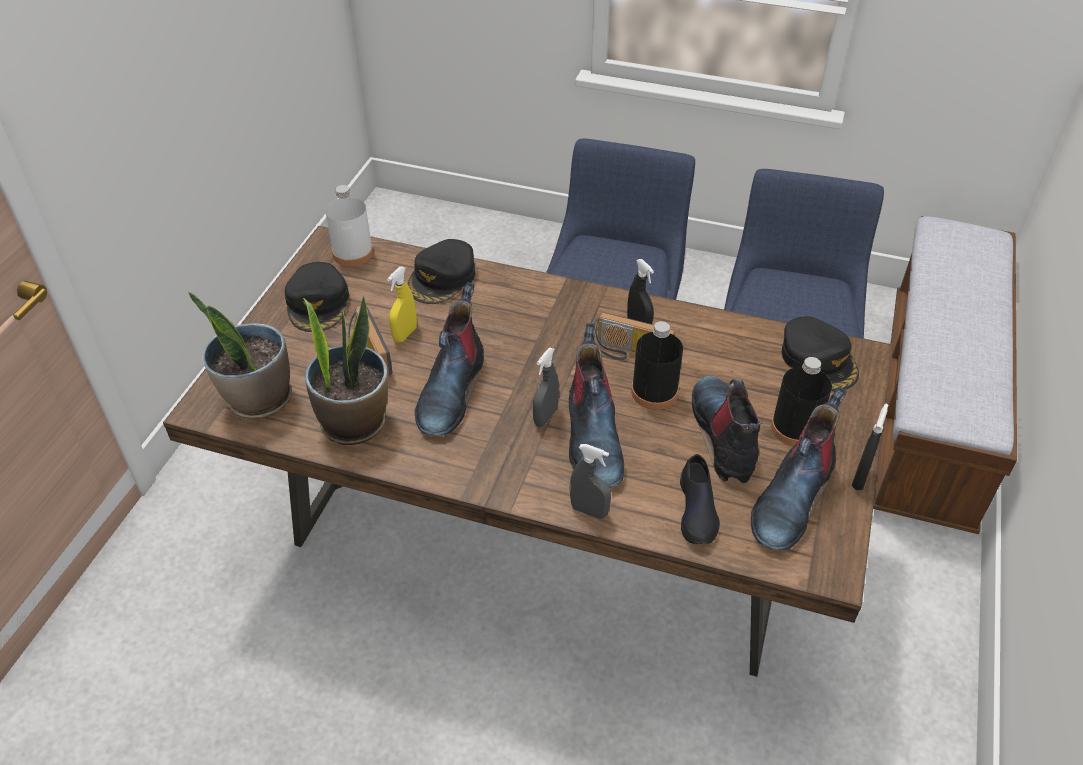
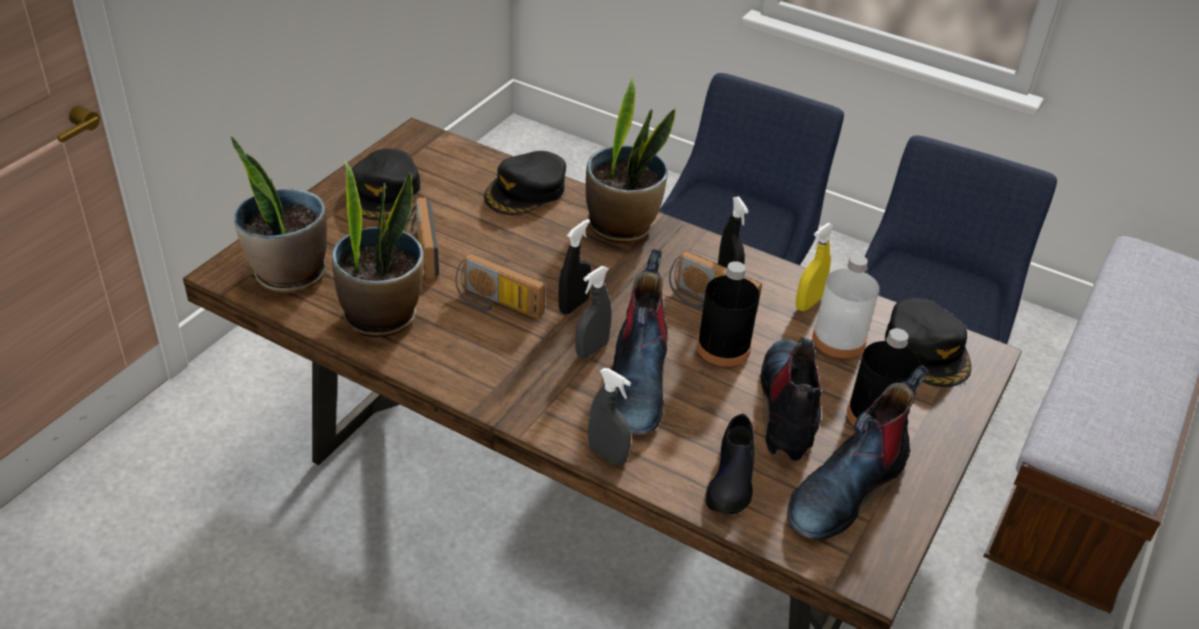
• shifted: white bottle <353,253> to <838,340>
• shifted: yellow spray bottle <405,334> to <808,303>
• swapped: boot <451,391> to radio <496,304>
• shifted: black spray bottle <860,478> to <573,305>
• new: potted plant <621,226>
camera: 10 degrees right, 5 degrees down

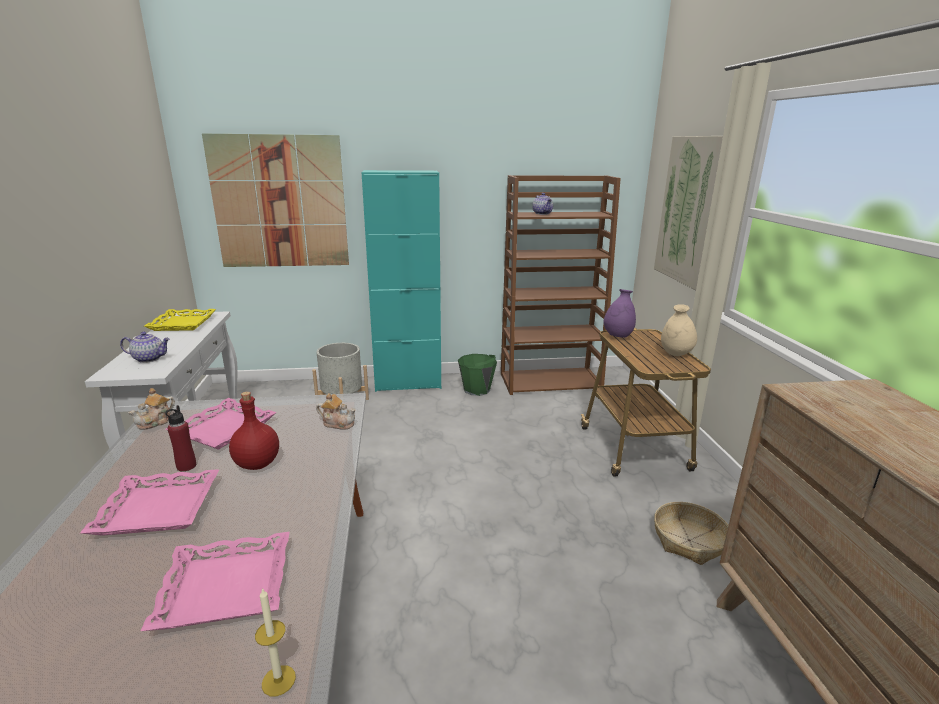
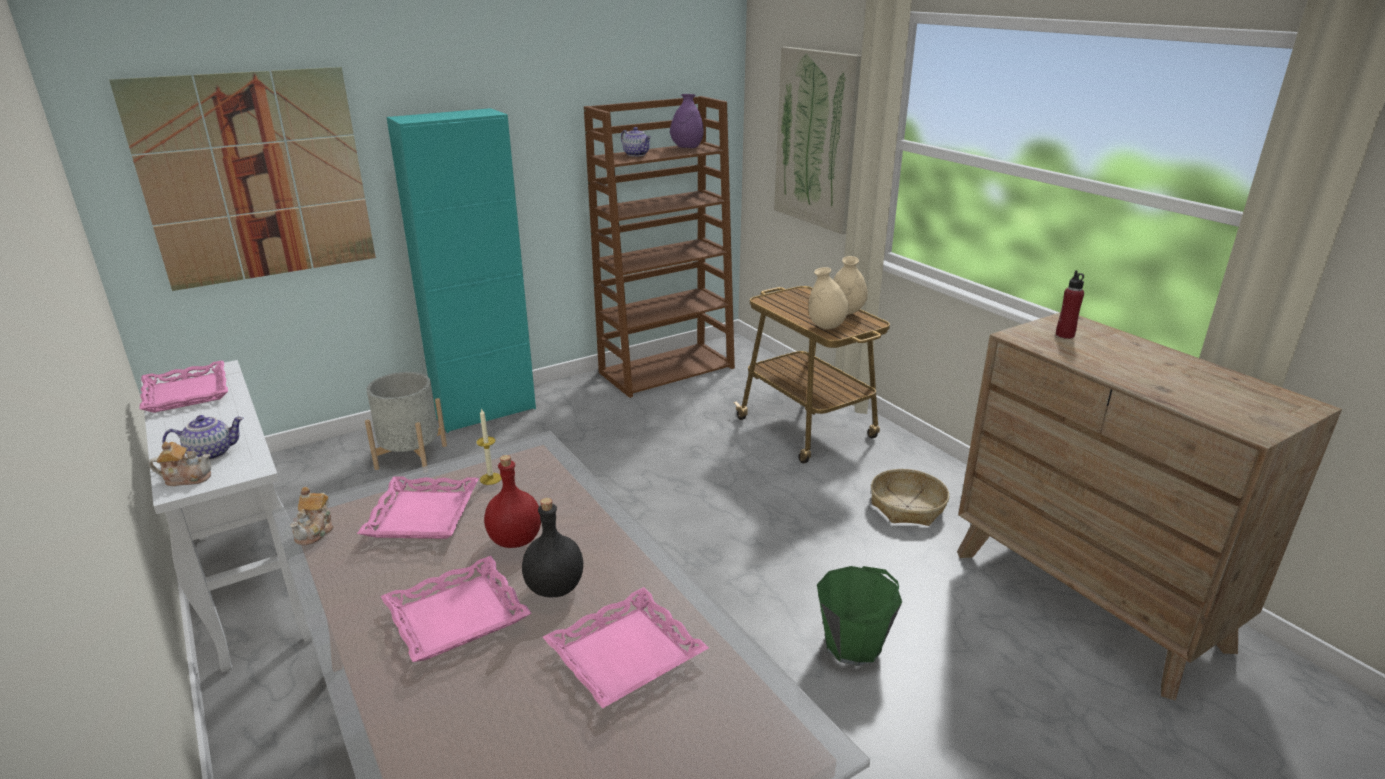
• repainted: yellow tray <183,324> to pink tray <187,393>
• shifted: red bottle <186,466> to <1065,335>
• shifted: candle <278,680> to <490,479>
• shifted: teapot <338,423> to <187,478>
• shifted: green bucket <476,390> to <853,645>
• shifted: purple vase <618,336> to <687,148>
• new: black bottle <553,587>
• new: beige vase <826,327>
camera: 25 degrees left, 5 degrees up

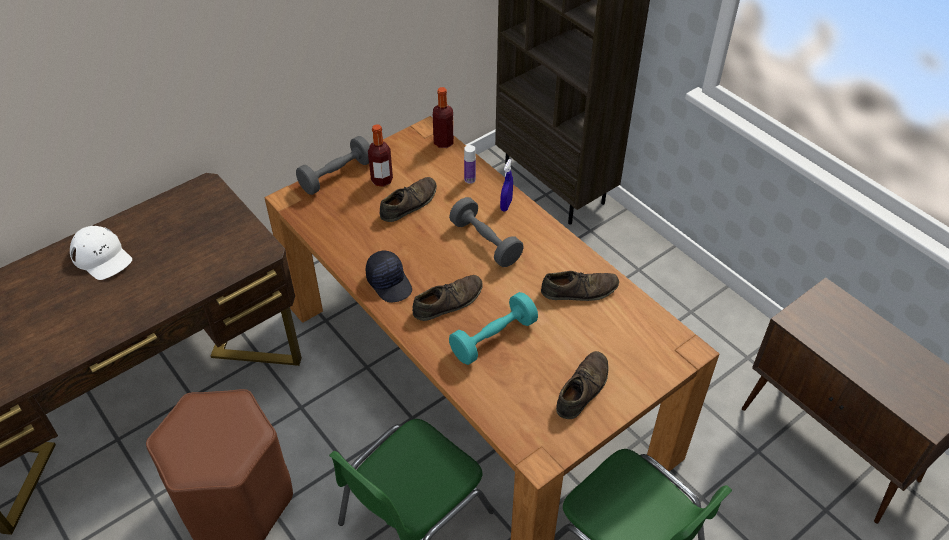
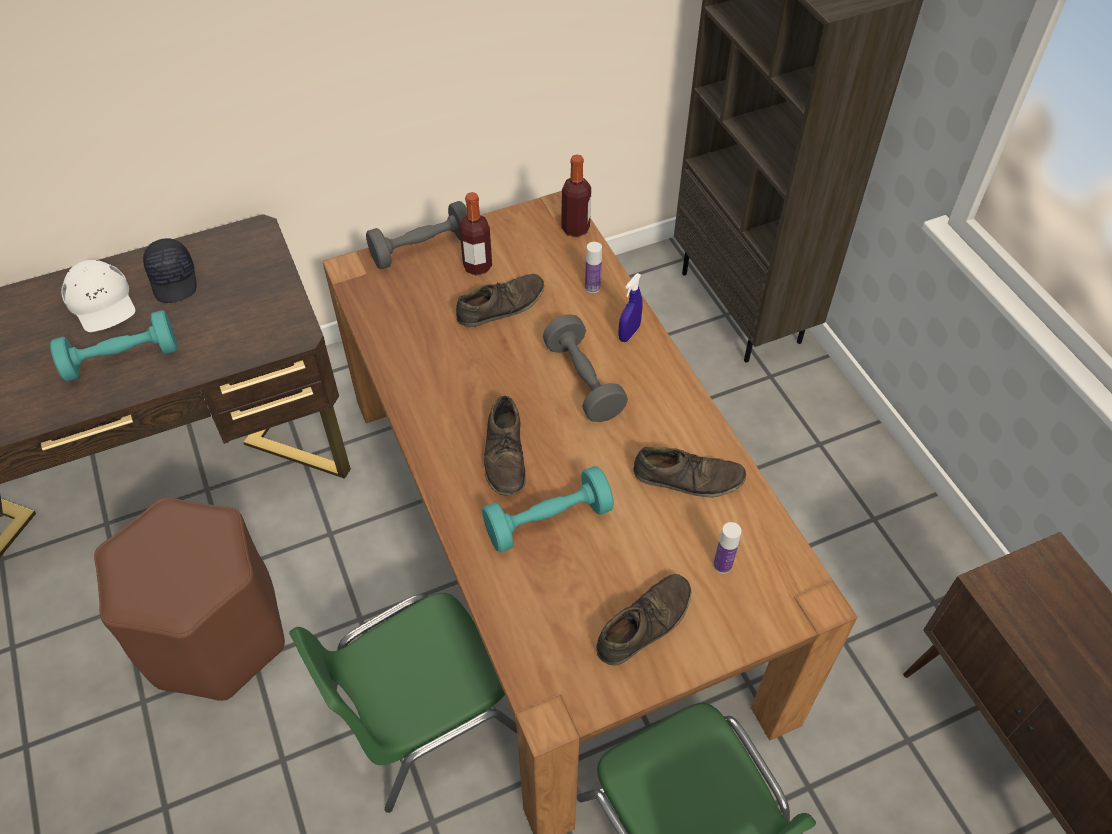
• shifted: black cap <390,282> to <174,279>
• rotated: brown shoe <448,302> = <505,455> 105 degrees clockwise
• new: turquoise dumbbell <122,359>
• new: bottle <722,565>
camera: 15 degrees right, 5 degrees up

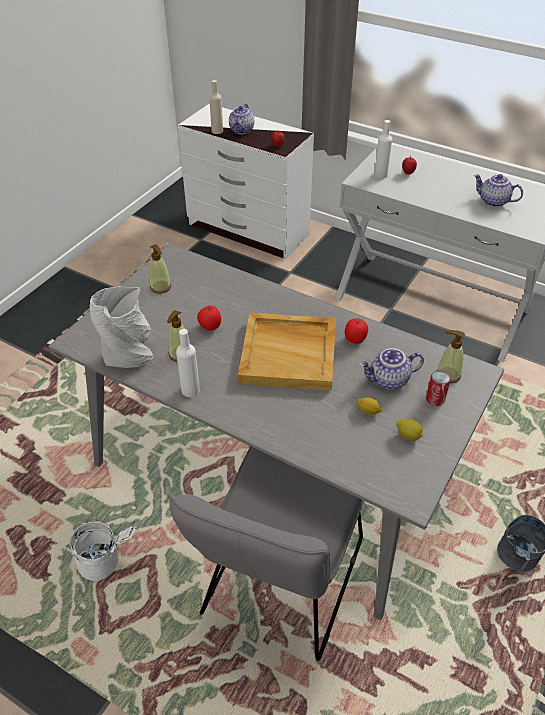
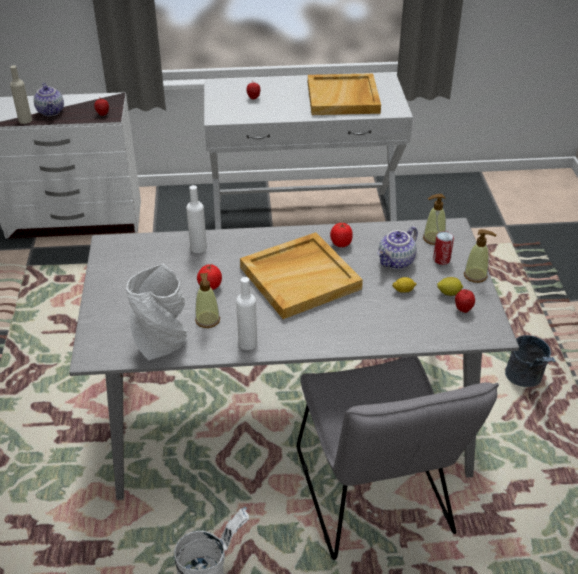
• shifted: soap dispenser <160,287> to <475,275>
• shifted: white bottle <380,175> to <198,248>
• swapped: teapot <493,202> to beige tray <343,98>
• new: apple <463,309>
camera: 35 degrees left, 5 degrees down

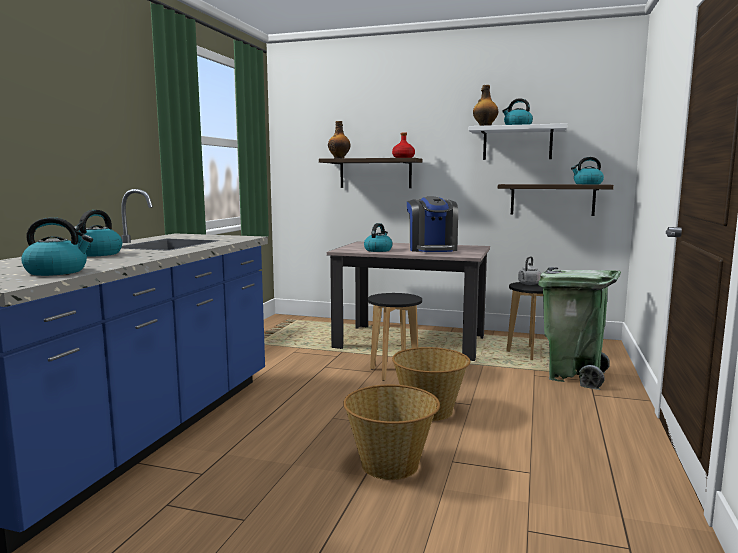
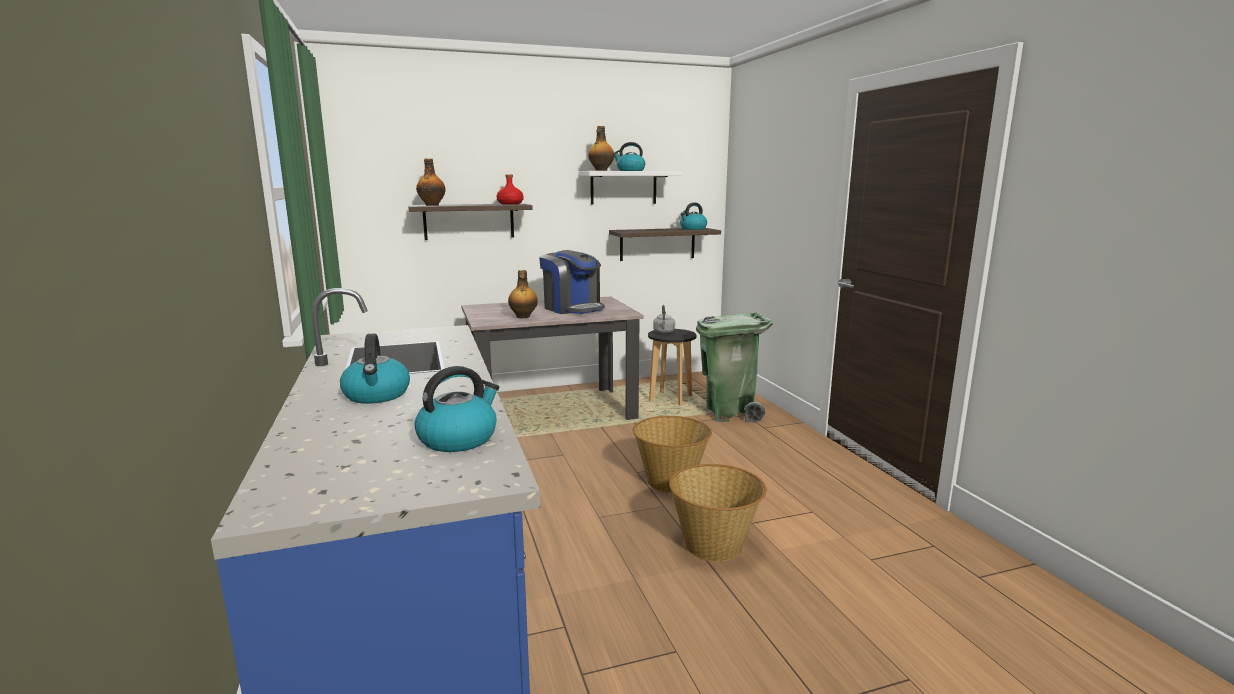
• swapped: kettle <378,250> to bottle <523,317>
• gone: black stool <394,373>
camera: 35 degrees left, 5 degrees up

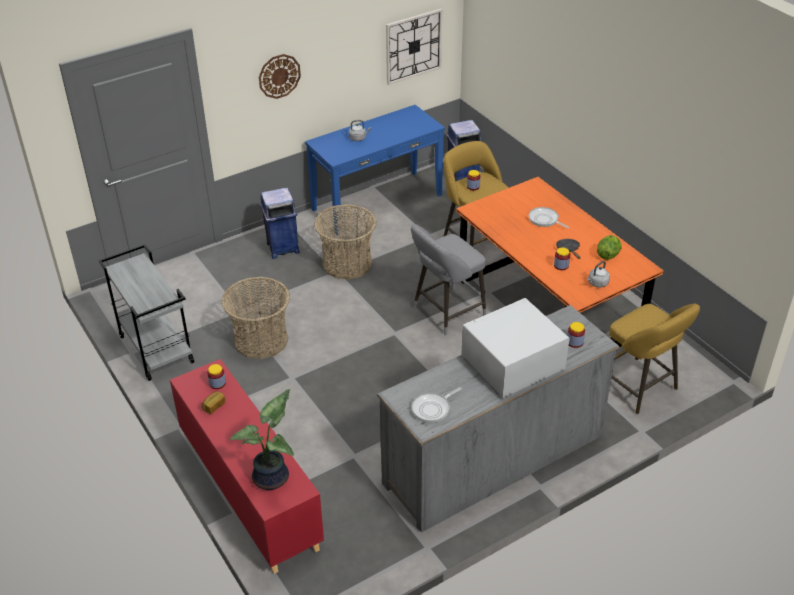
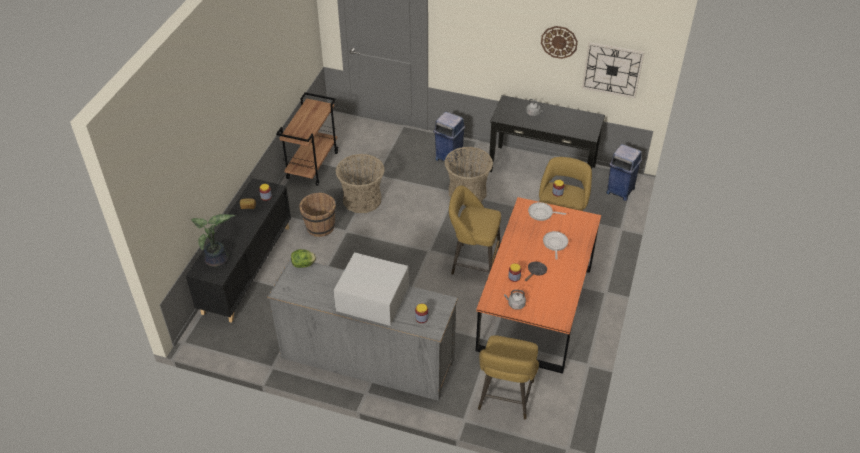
• repainted: grey cart <155,349> to brown cart <312,165>
• repainted: red cabinet <249,491> to black cabinet <247,268>
• shifted: wall clock <279,76> to <559,42>
• repainted: blue console table <376,202> to black console table <542,168>
• repainted: grey stool <446,313> to yellow stool <472,262>
• shifted: frying pan <433,409> to <542,213>
• shifted: lettuce <608,255> to <303,264>
• new: brown bucket <320,227>
camera: 50 degrees right, 5 degrees up

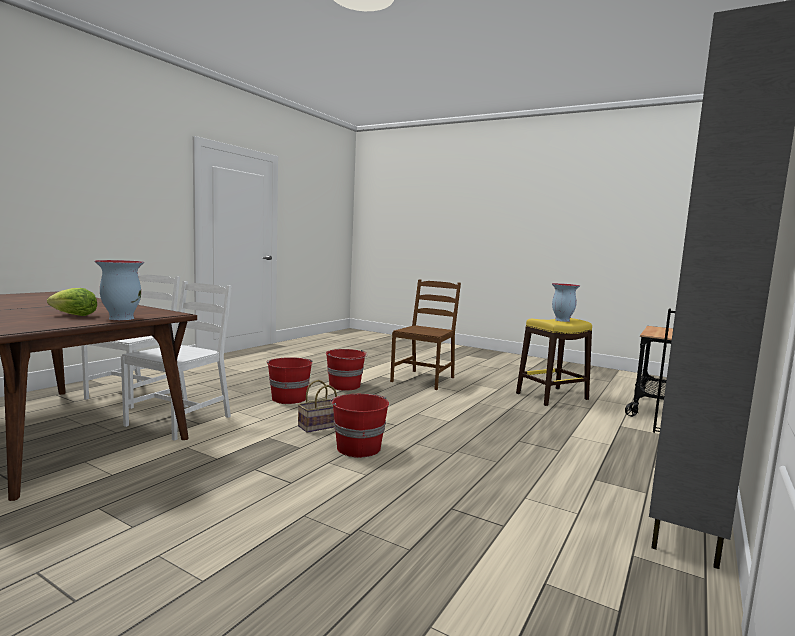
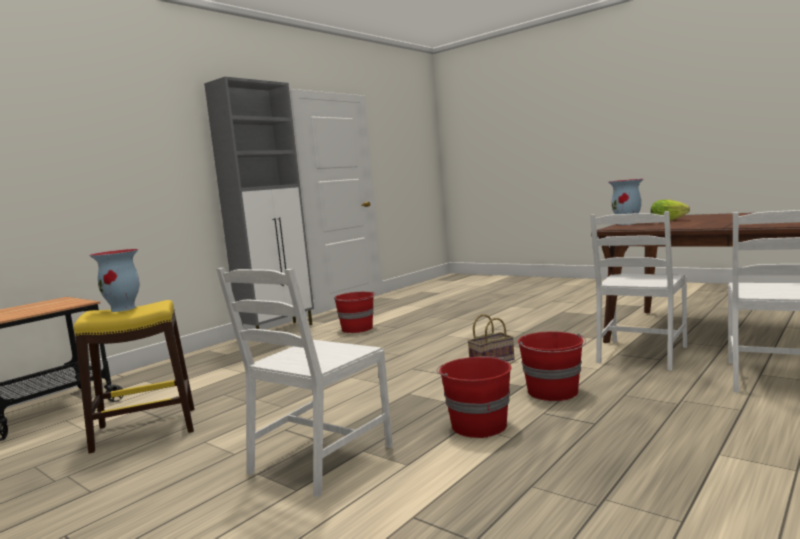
• shifted: red bucket <358,447> to <357,329>
• repainted: brown chair <423,379> to white chair <320,459>
camera: 170 degrees left, 0 degrees up

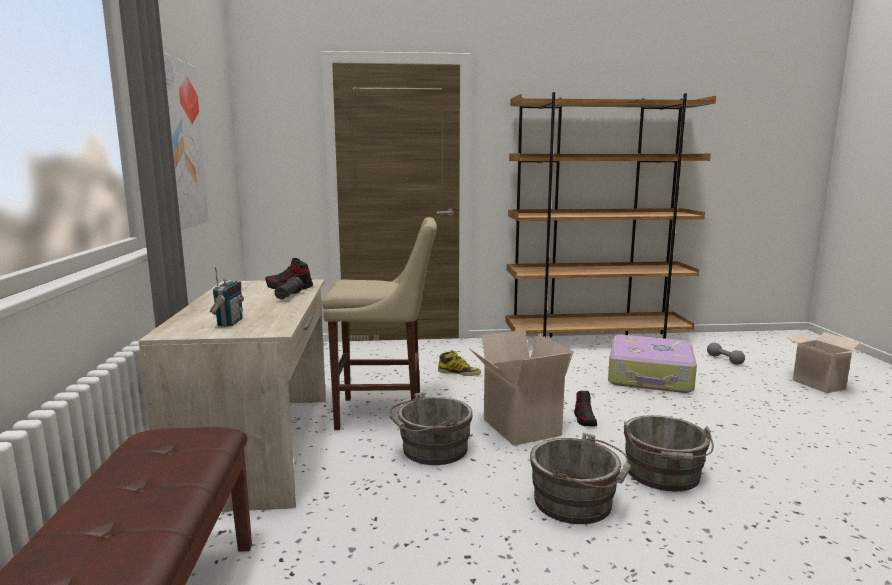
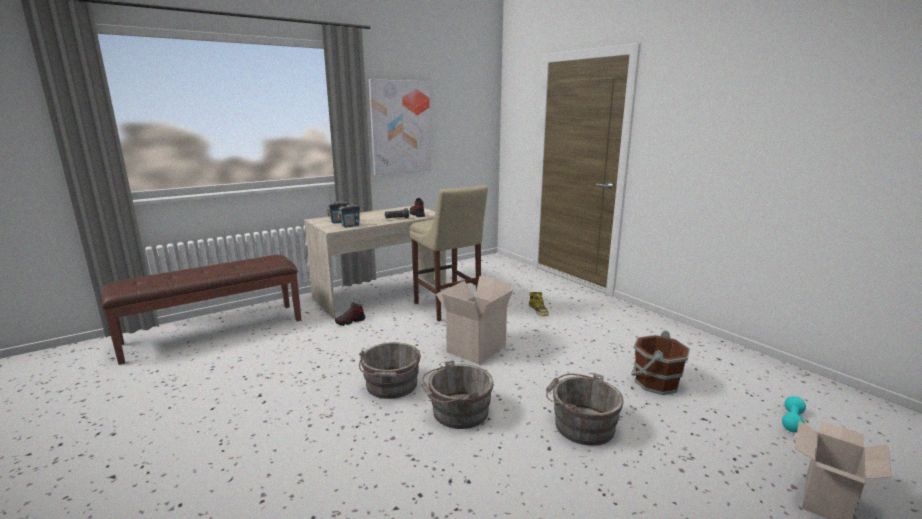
• shifted: grey bucket <431,450> to <580,425>
• gone: brown bookcase <596,342>
• shifted: shoe <585,419> to <350,321>
• swapped: suitcase <650,377> to brown bucket <655,382>
• repainted: grey dumbbell <724,360> to turquoise dumbbell <792,421>
• new: radio <350,226>
camera: 60 degrees right, 5 degrees up

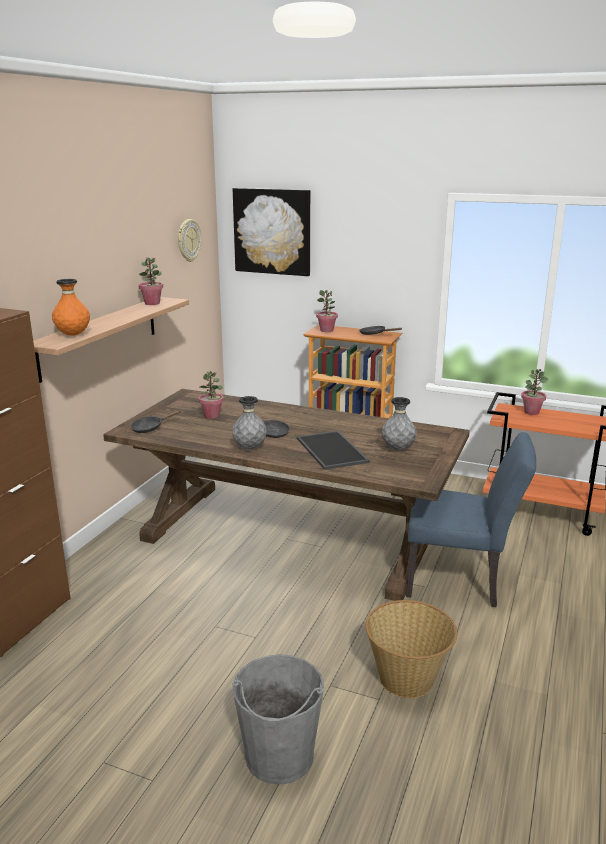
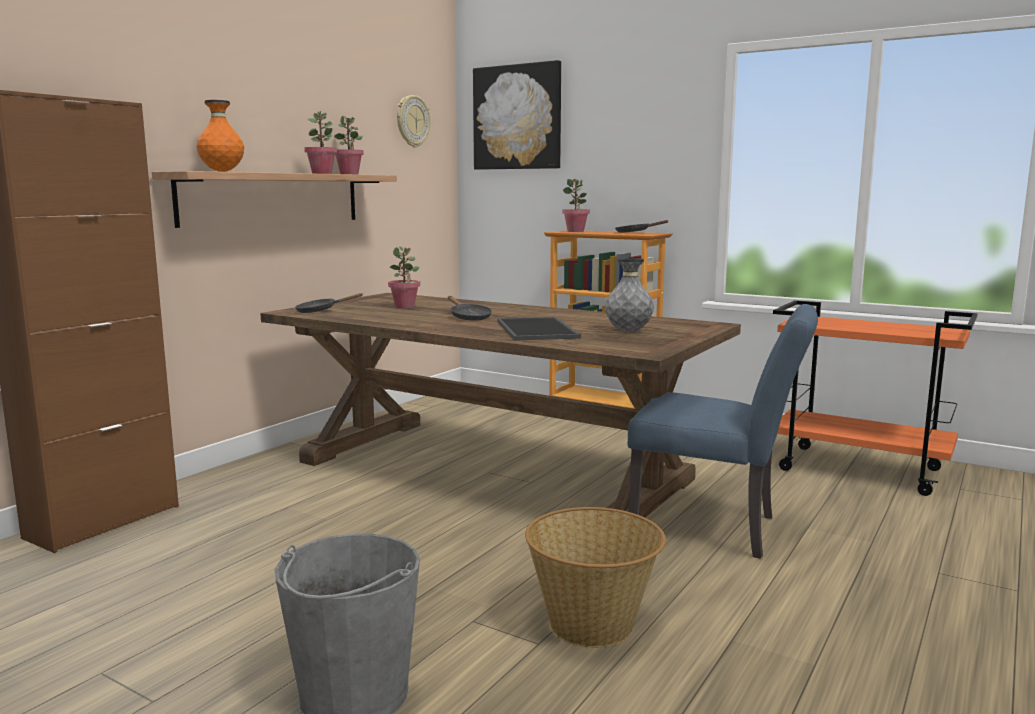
• gone: grey vase <249,448>
• shifted: potted plant <531,412> to <322,173>
camera: 10 degrees right, 10 degrees down

